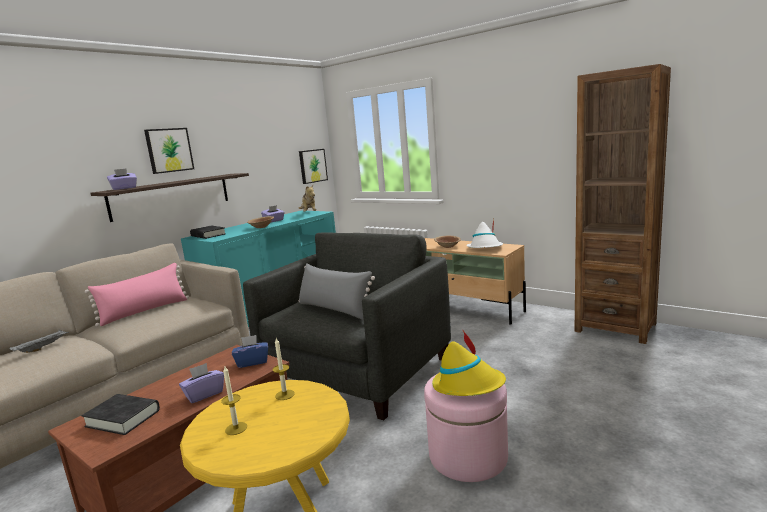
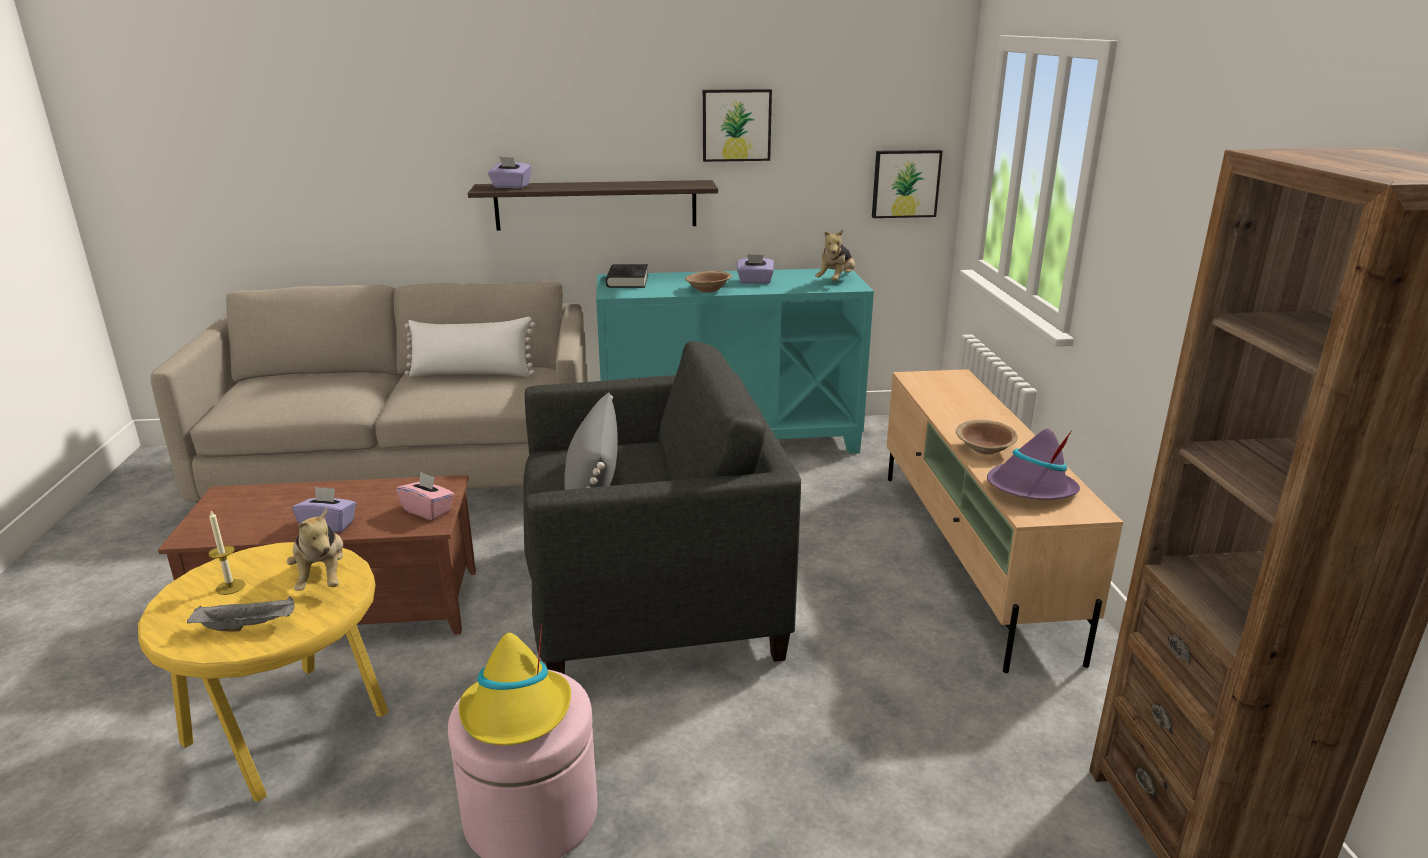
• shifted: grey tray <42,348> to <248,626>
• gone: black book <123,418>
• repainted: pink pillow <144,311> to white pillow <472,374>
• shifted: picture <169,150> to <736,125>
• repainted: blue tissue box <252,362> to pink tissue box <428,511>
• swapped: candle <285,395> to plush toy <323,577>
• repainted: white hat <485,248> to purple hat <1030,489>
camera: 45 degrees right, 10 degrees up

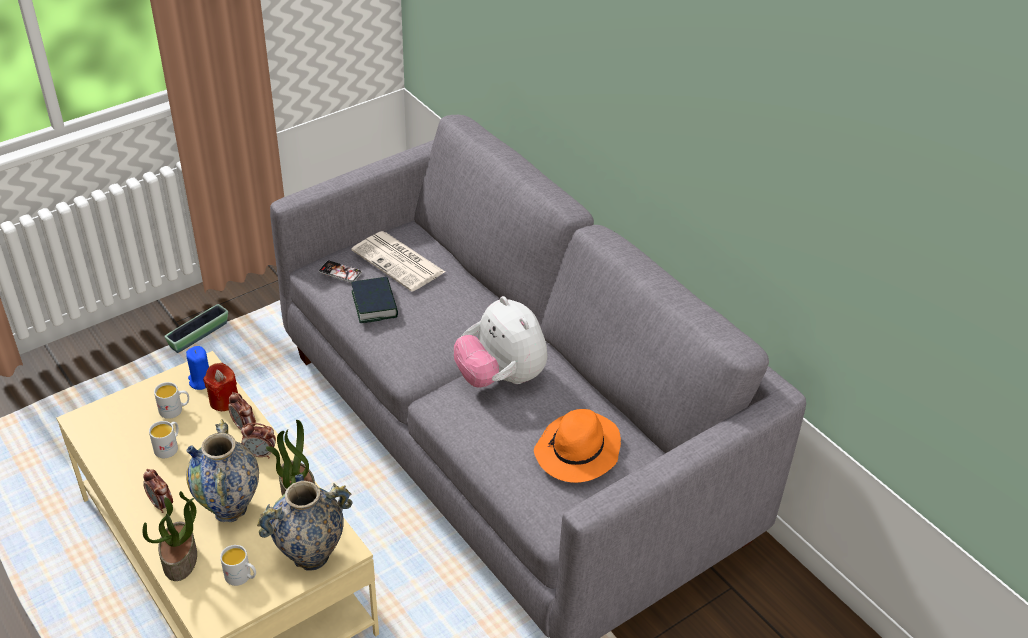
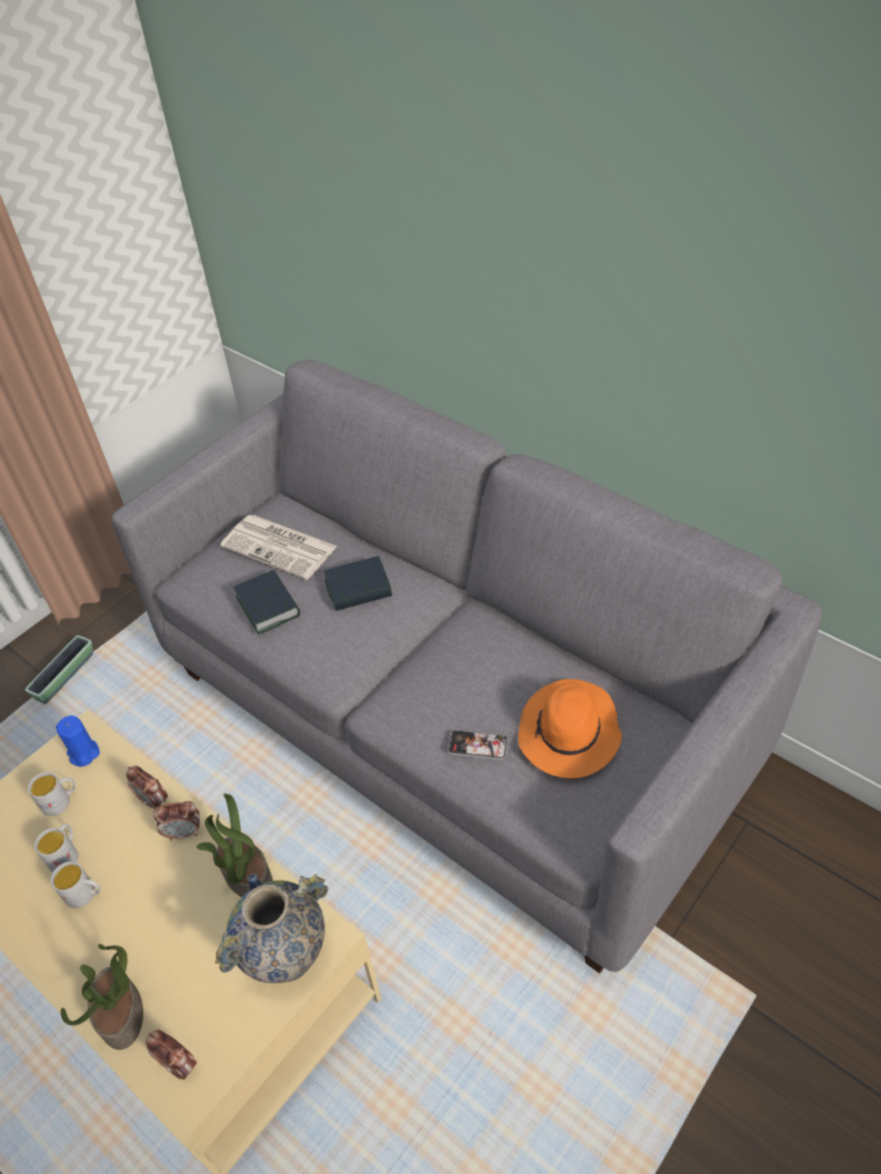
• shifted: alarm clock <161,504> to <179,1064>
• gone: vase <230,509>
• gone: red candle <224,400>
• shifted: white mug <242,577> to <85,894>
• shifted: phone <340,272> to <478,745>
• gone: plush toy <501,378>
• new: book <358,589>
camera: 10 degrees left, 5 degrees up

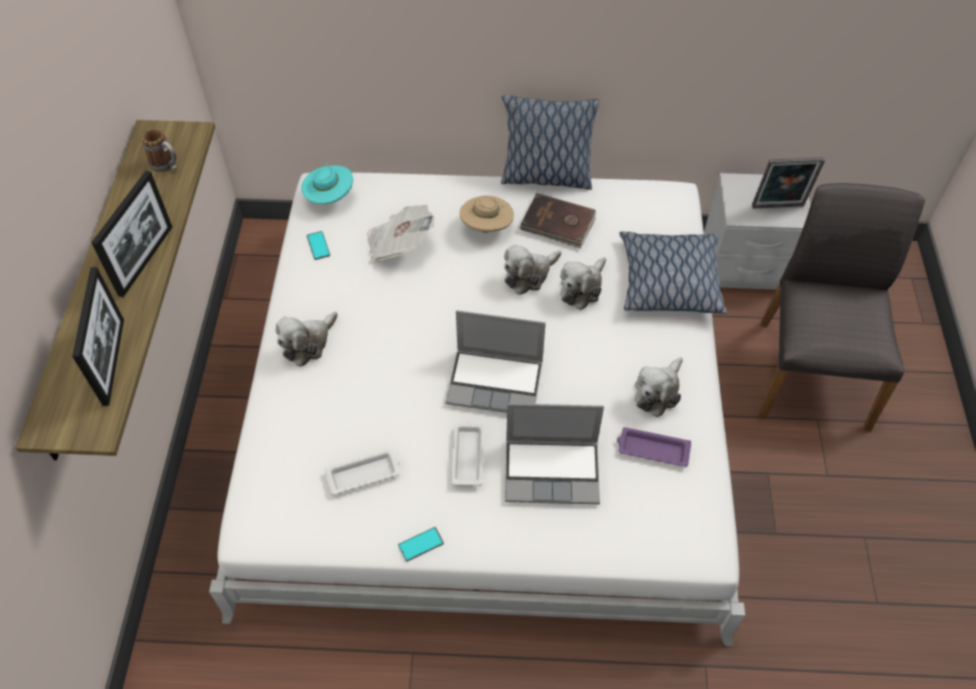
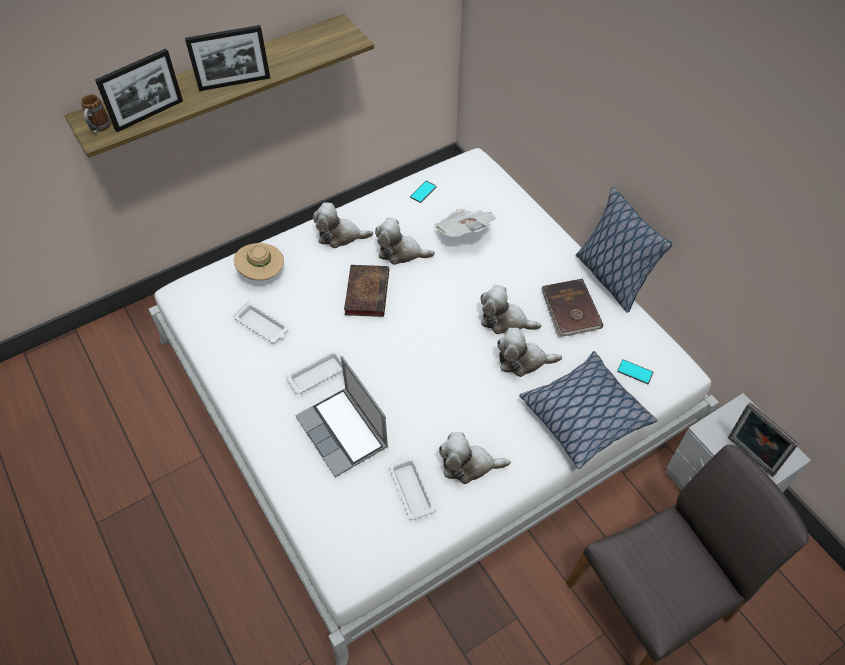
• shifted: mug <167,166> to <98,128>
• gone: turquoise hat <329,198>
• shifted: phone <421,544> to <635,372>
• gone: laptop <496,382>
• shifted: beige hat <486,227> to <262,273>
• repainted: purple tray <652,449> to white tray <411,488>
• new: book <366,292>
• new: plush toy <401,252>
camera: 55 degrees right, 0 degrees up

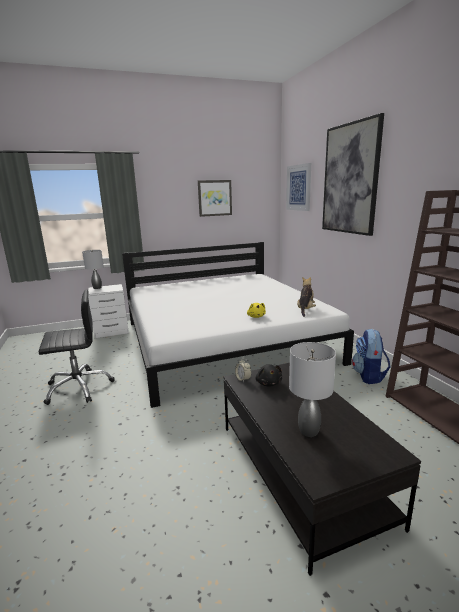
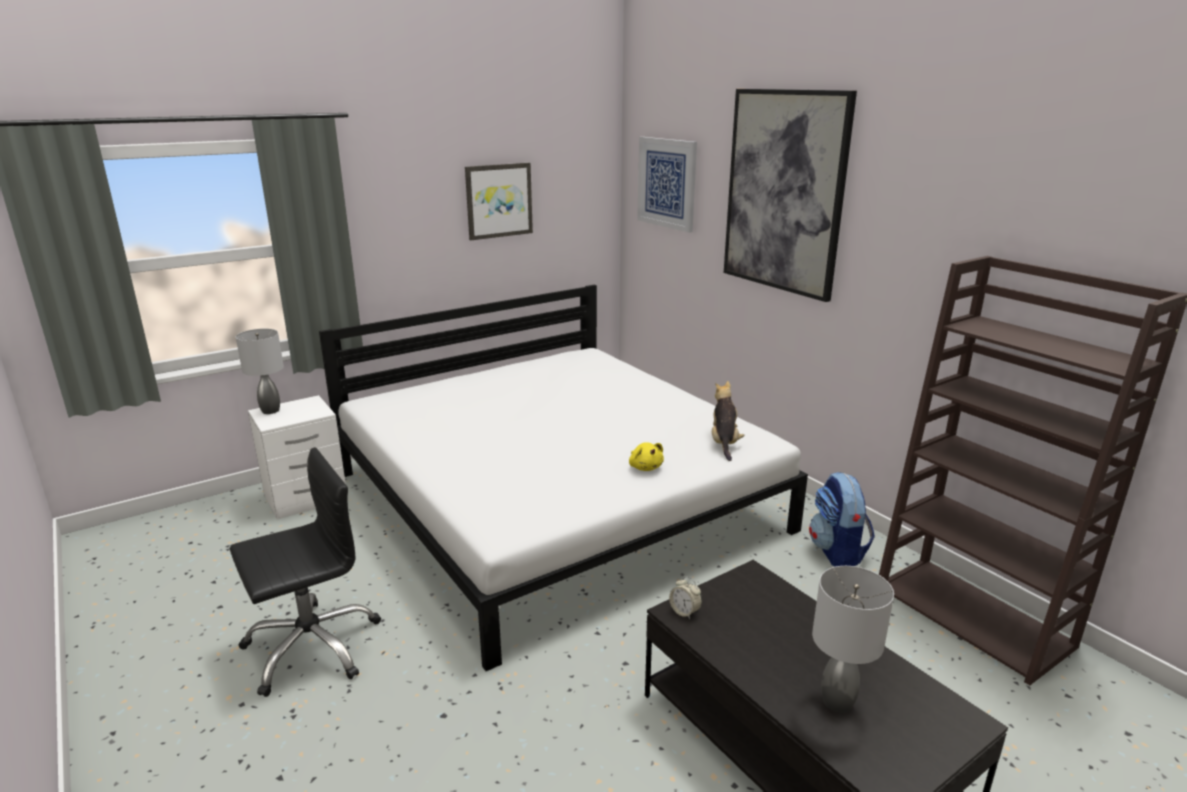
• gone: black plush toy <268,383>
camera: 15 degrees left, 5 degrees up

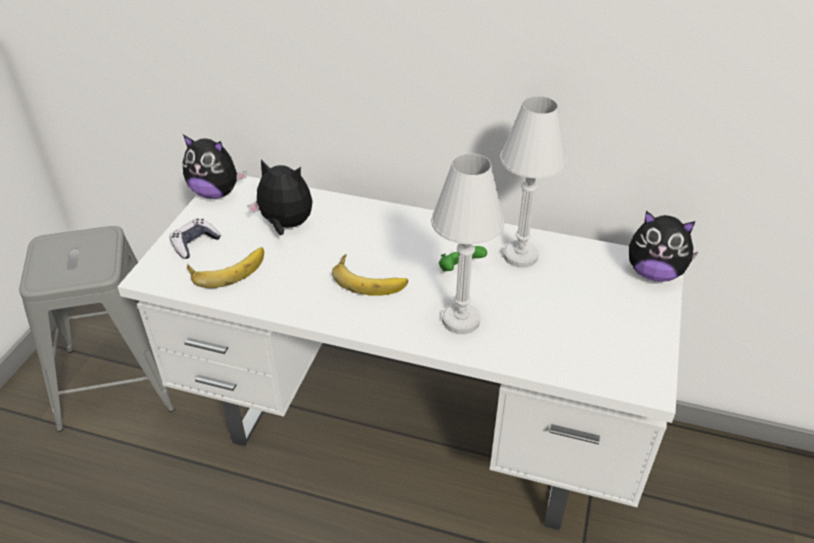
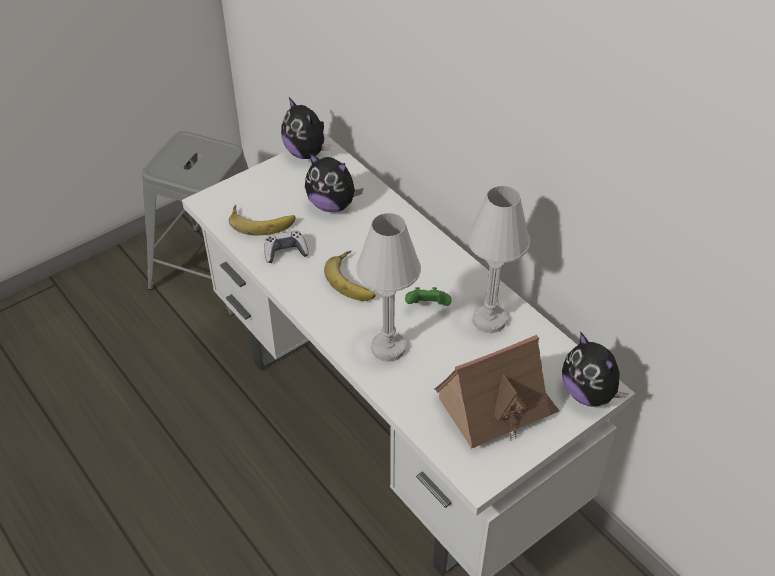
• shifted: game controller <195,243> to <286,252>
• rotated: plush toy <285,225> = <332,205> 150 degrees clockwise
• new: toy house <496,406>
camera: 35 degrees right, 5 degrees up

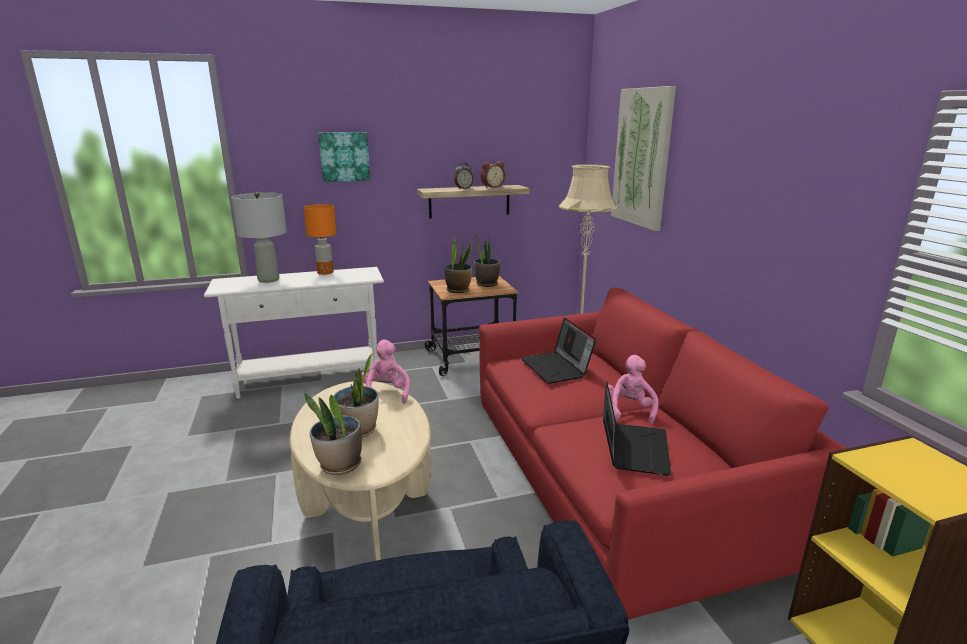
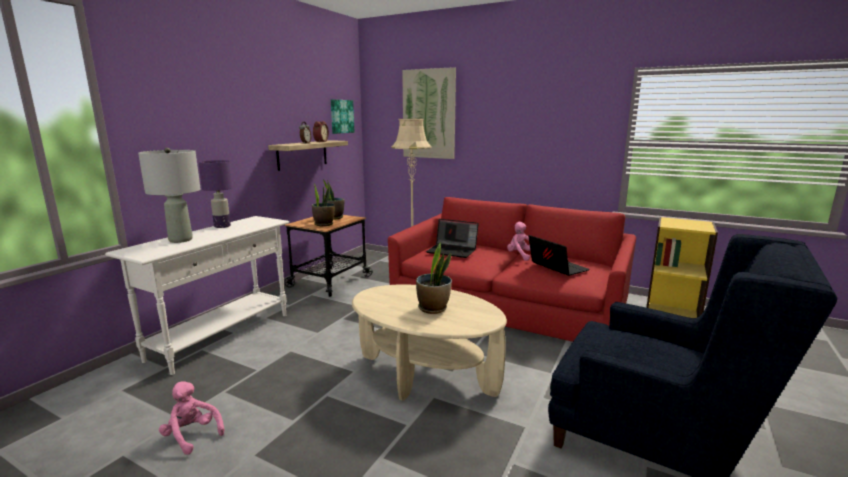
• repainted: orange table lamp <325,272> to purple table lamp <222,226>
• gone: potted plant <339,465>
• shifted: picture <344,156> to <341,116>
• shifted: pink plush toy <386,393> to <192,435>
camera: 45 degrees left, 5 degrees down

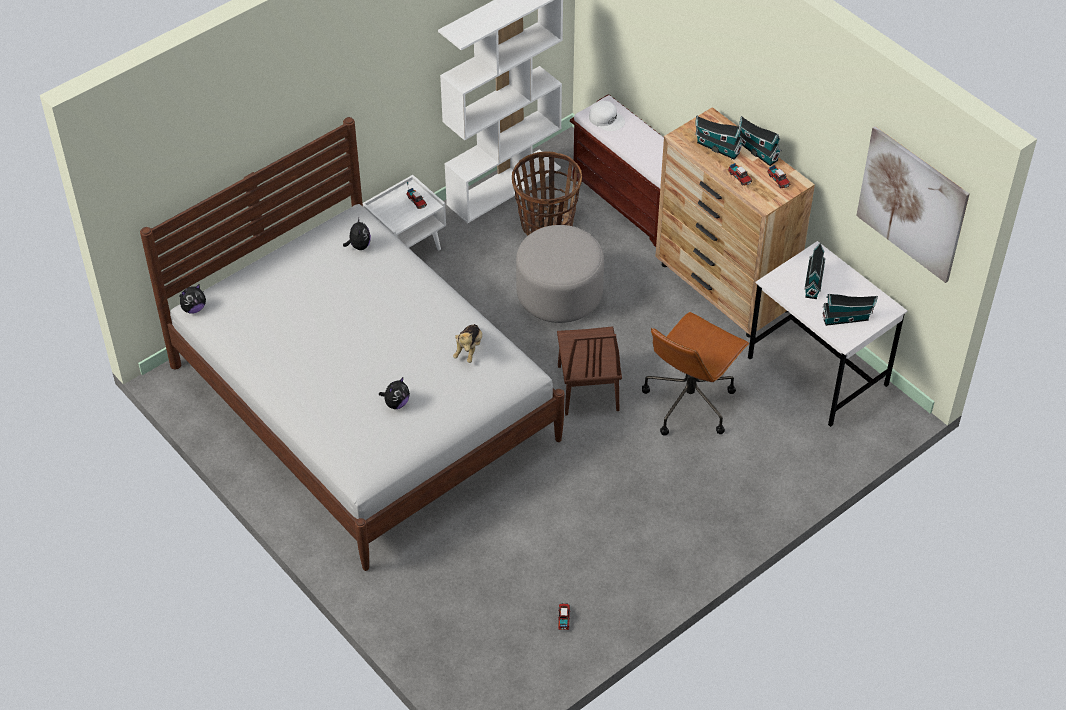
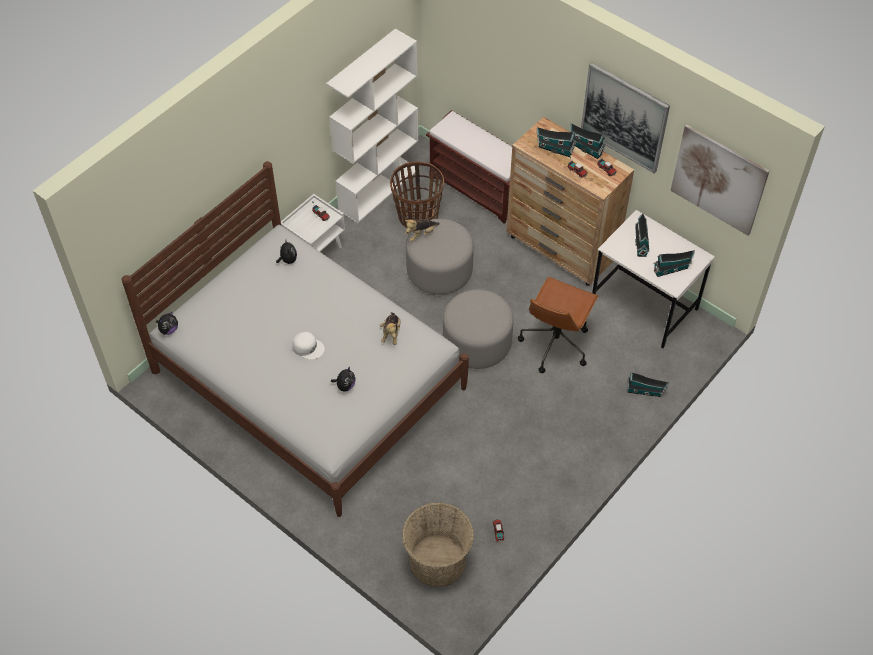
• swapped: brown chair <588,387> to grey ottoman <477,343>
• shifted: white cap <606,119> to <308,347>
• new: basket <438,561>
• new: plush toy <421,234>
• new: picture <624,117>
• new: toy house <645,391>
camera: 10 degrees left, 5 degrees up

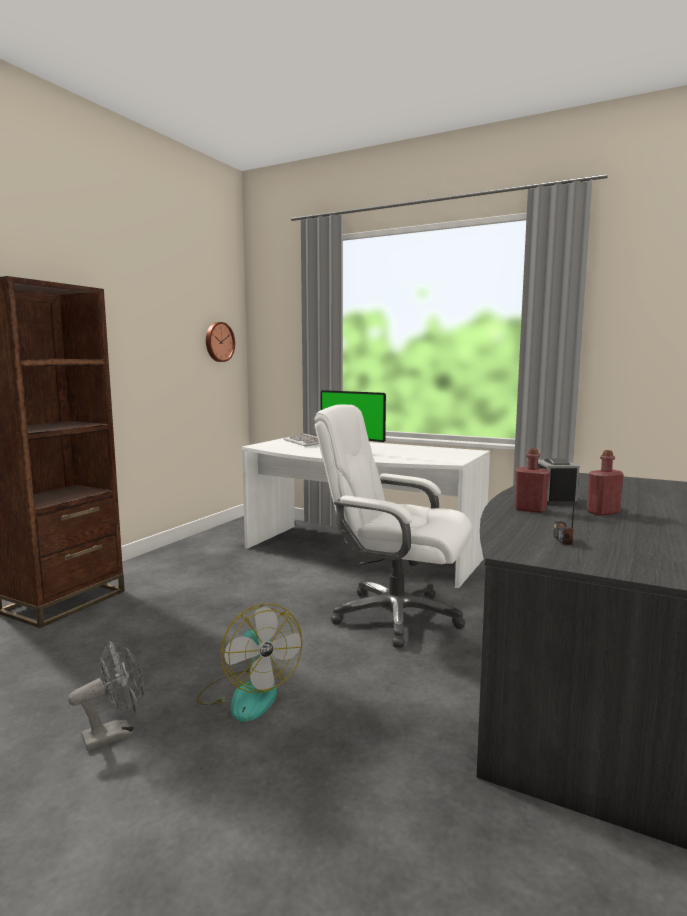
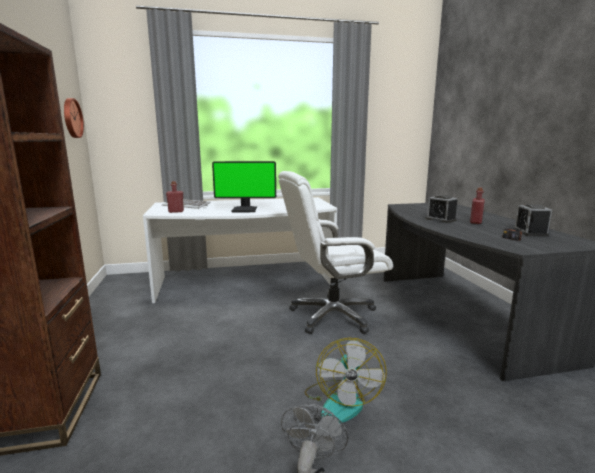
• rotated: fan <248,694> = <341,401> 75 degrees clockwise
• shifted: red bottle <530,509> to <176,211>
• new: alarm clock <530,232>
camera: 40 degrees left, 5 degrees up

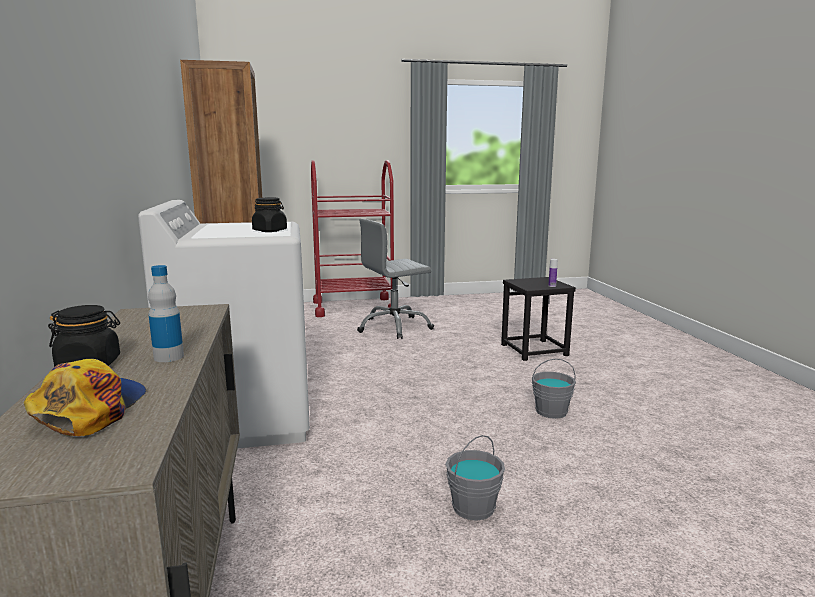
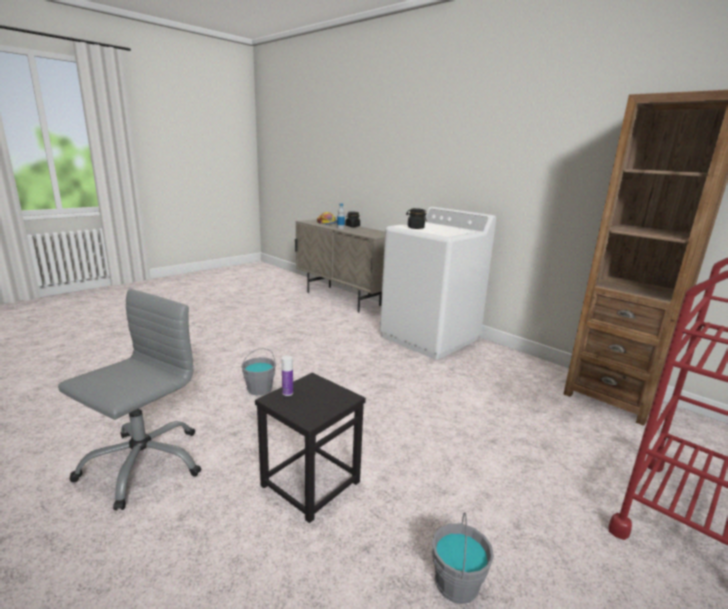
• shifted: grey office chair <394,327> to <143,463>
• shifted: grey bucket <474,507> to <456,583>
camera: 145 degrees right, 5 degrees up

